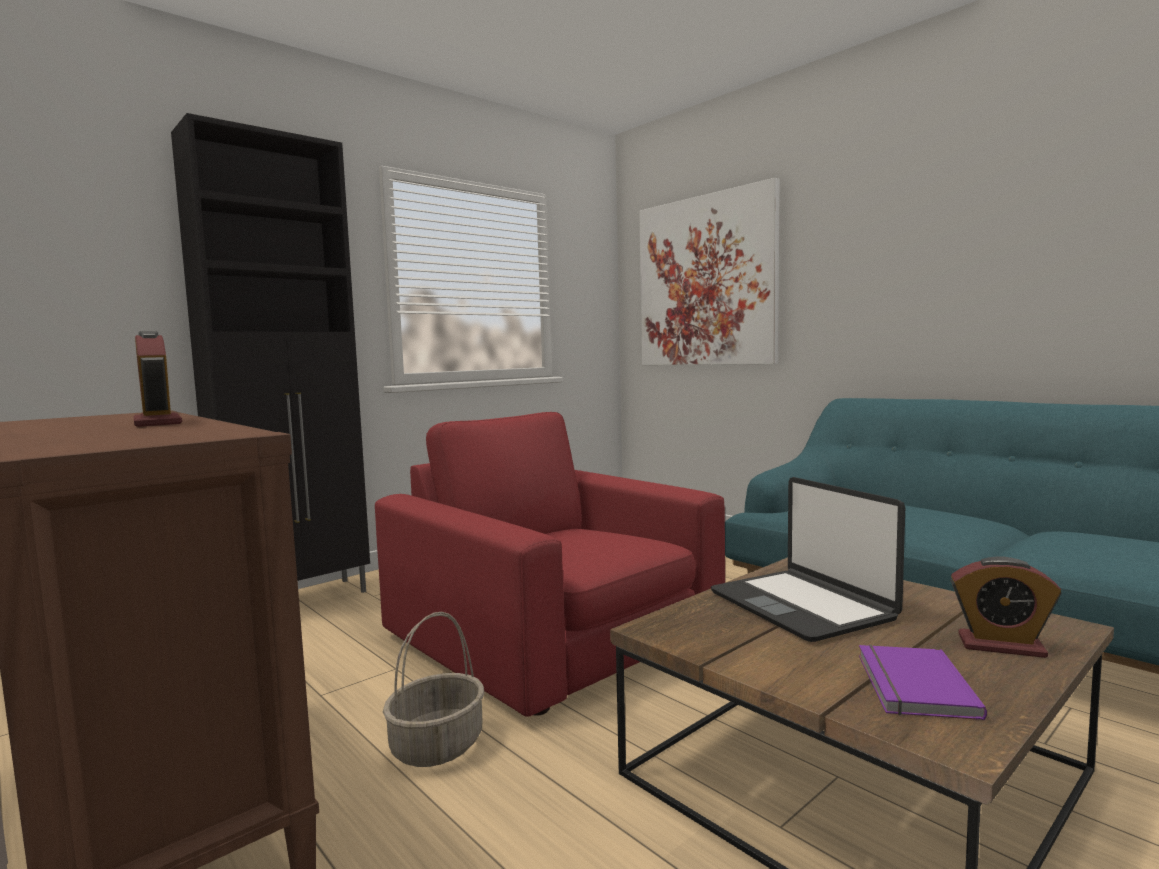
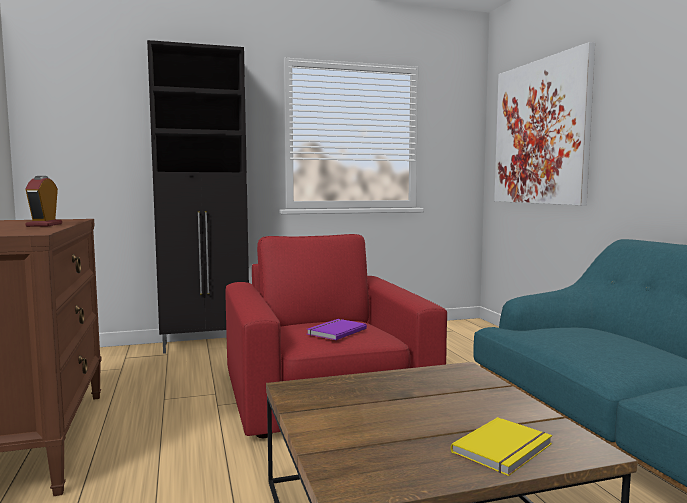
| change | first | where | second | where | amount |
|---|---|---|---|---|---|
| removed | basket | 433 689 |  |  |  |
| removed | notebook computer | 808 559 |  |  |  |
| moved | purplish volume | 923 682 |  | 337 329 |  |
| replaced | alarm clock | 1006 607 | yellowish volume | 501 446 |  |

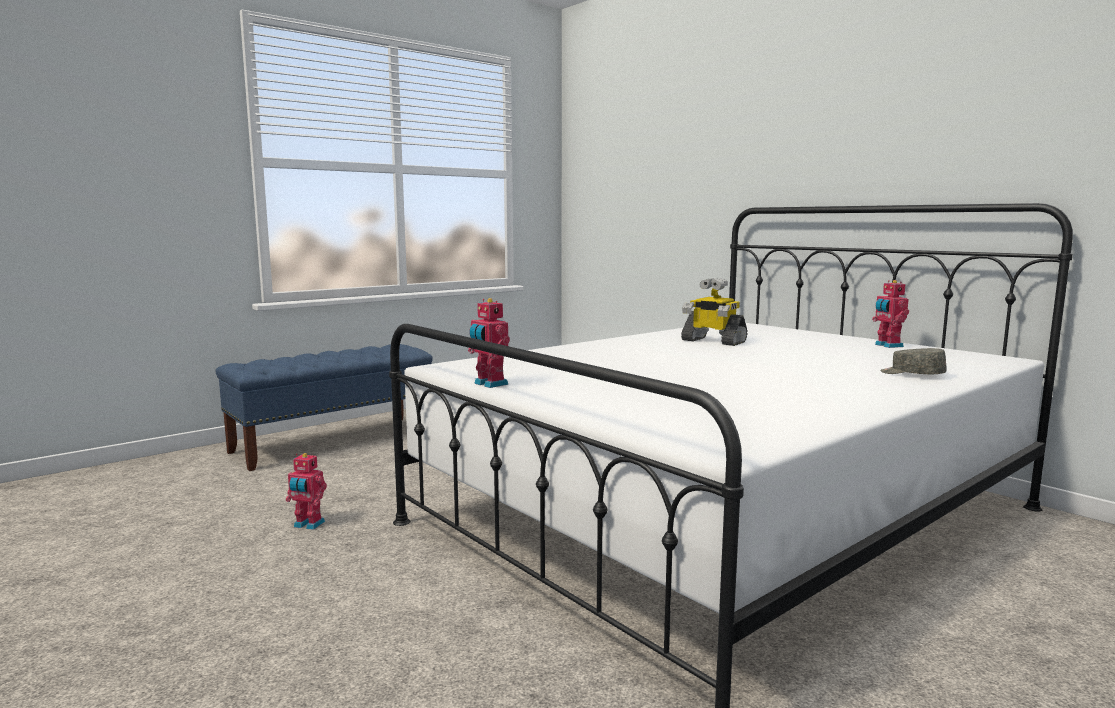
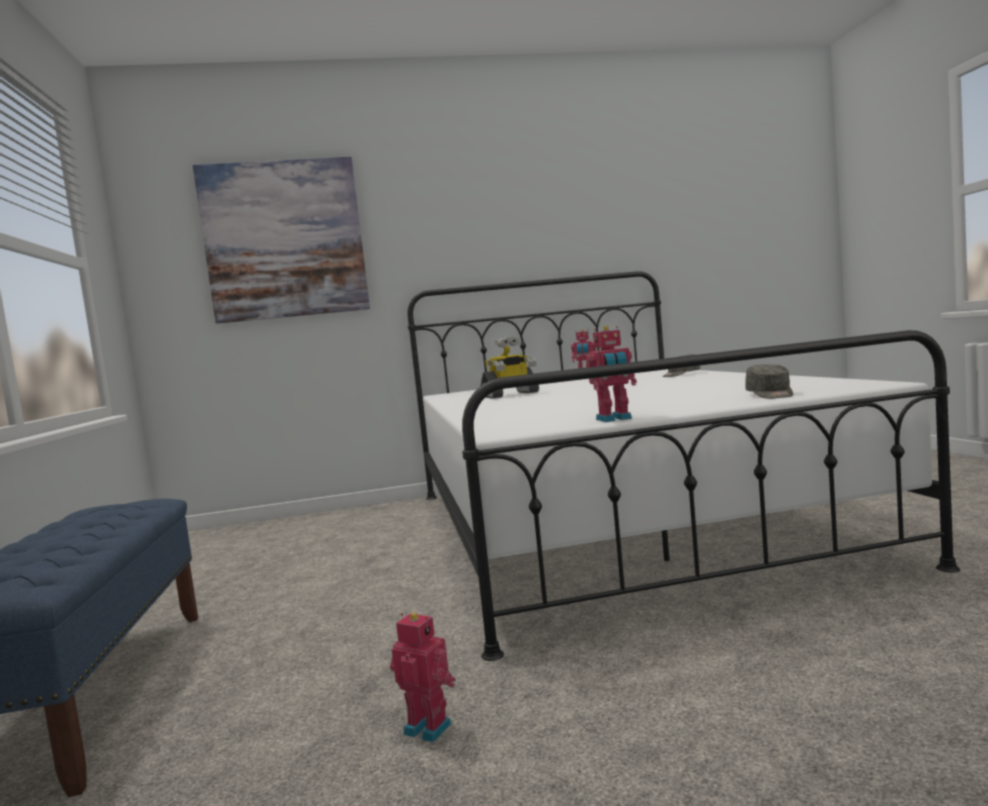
| change | first | where | second | where | amount |
|---|---|---|---|---|---|
| turned | model robot | 306 491 |  | 423 677 | 105 degrees counterclockwise |
| added |  |  | picture | 281 240 |  |
| added |  |  | grey baseball cap | 769 381 |  |

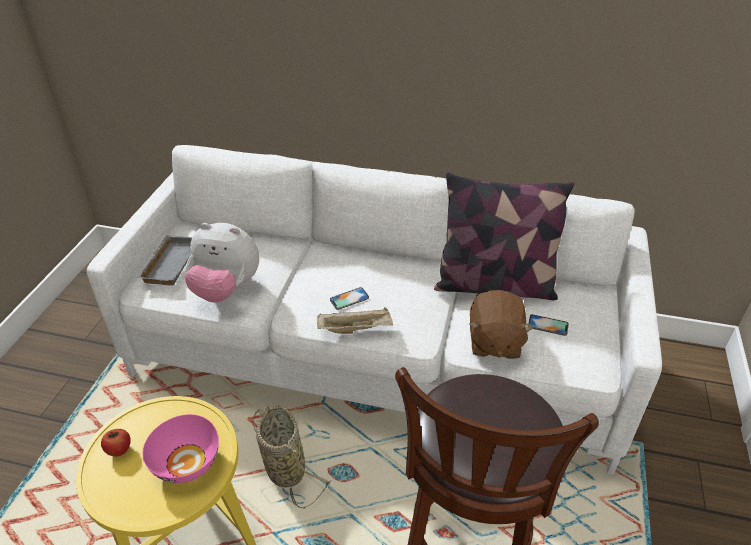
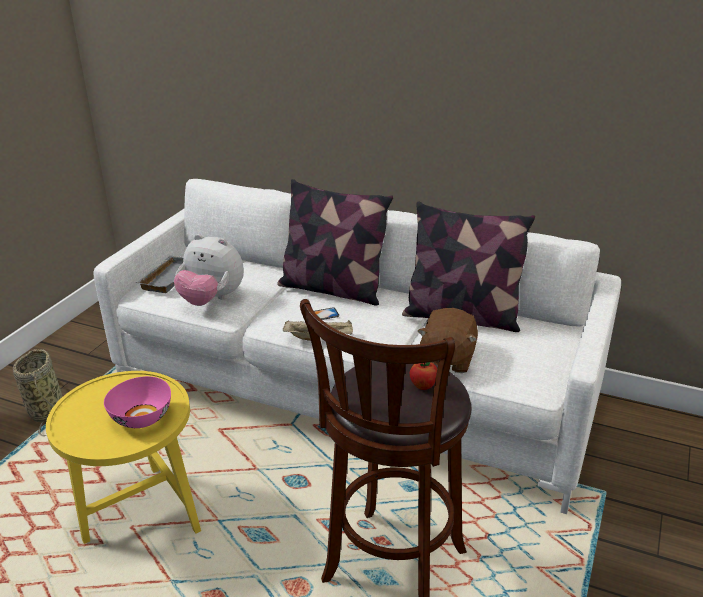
| change | first | where | second | where | amount |
|---|---|---|---|---|---|
| moved | apple fruit | 116 443 |  | 423 376 |  |
| moved | basket | 291 457 |  | 38 392 |  |
| removed | phone | 548 325 |  |  |  |
| added |  |  | pillow | 335 242 |  |

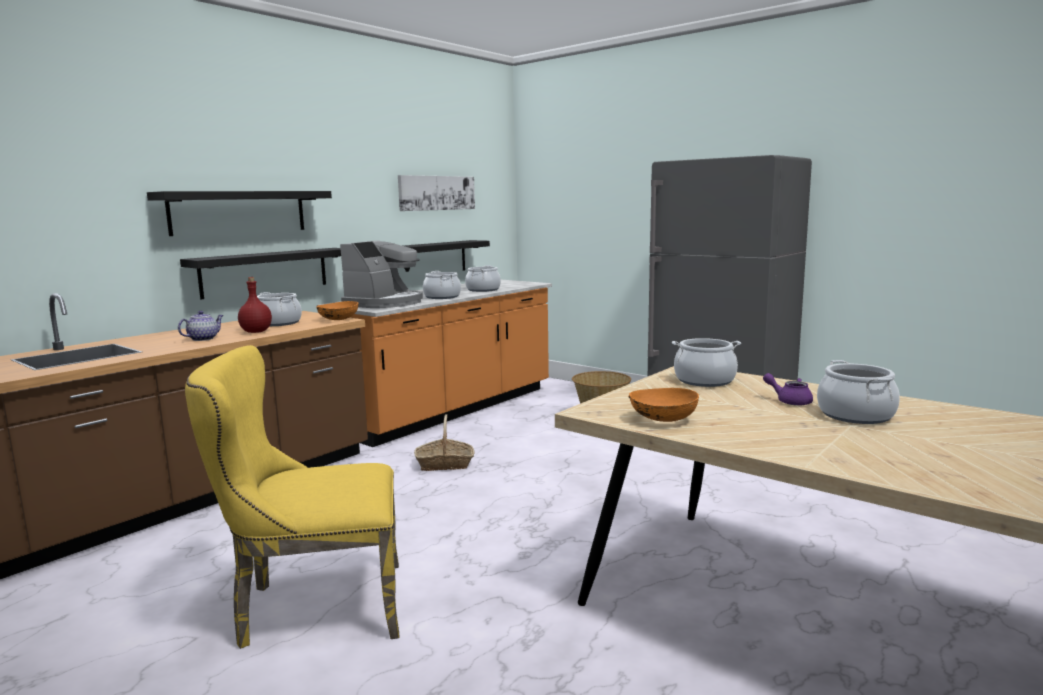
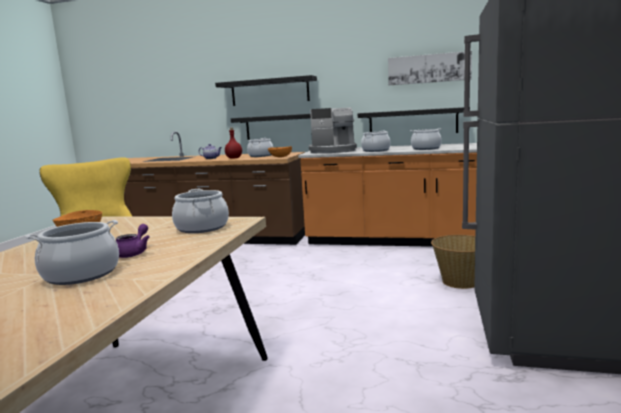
| change | first | where | second | where | amount |
|---|---|---|---|---|---|
| removed | basket | 444 442 |  |  |  |

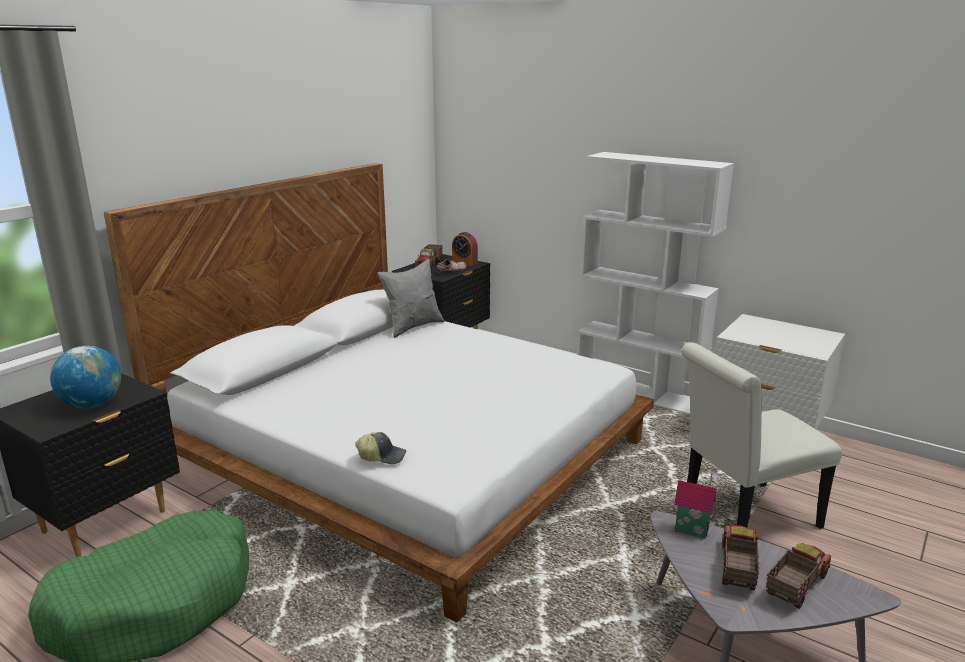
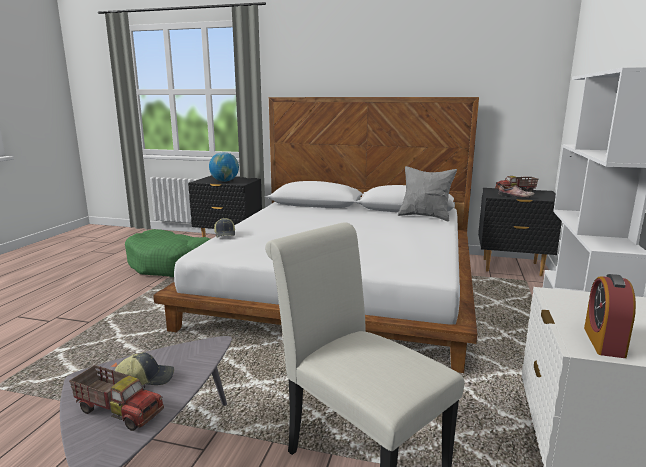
| change | first | where | second | where | amount |
|---|---|---|---|---|---|
| moved | alarm clock | 465 249 |  | 610 316 |  |
| removed | miniature house | 697 503 |  |  |  |
| replaced | toy lorry | 740 557 | baseball cap | 144 368 |  |

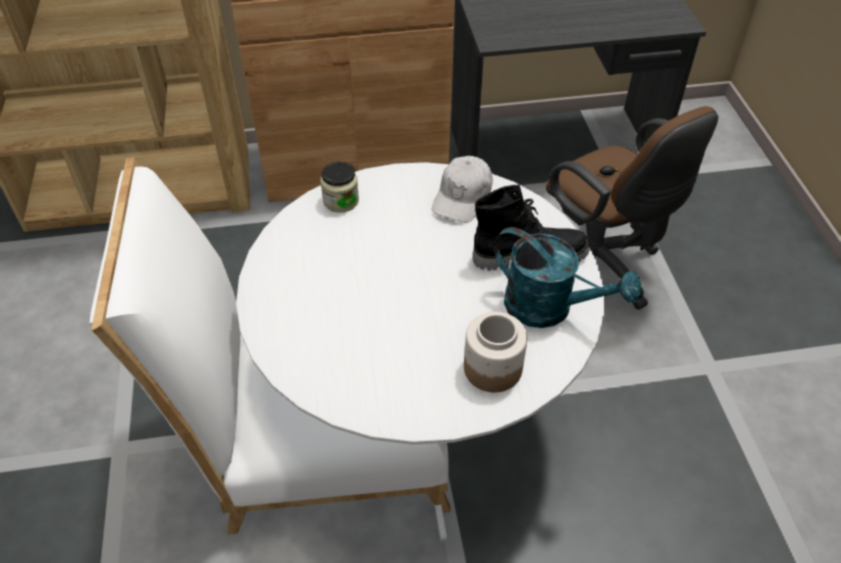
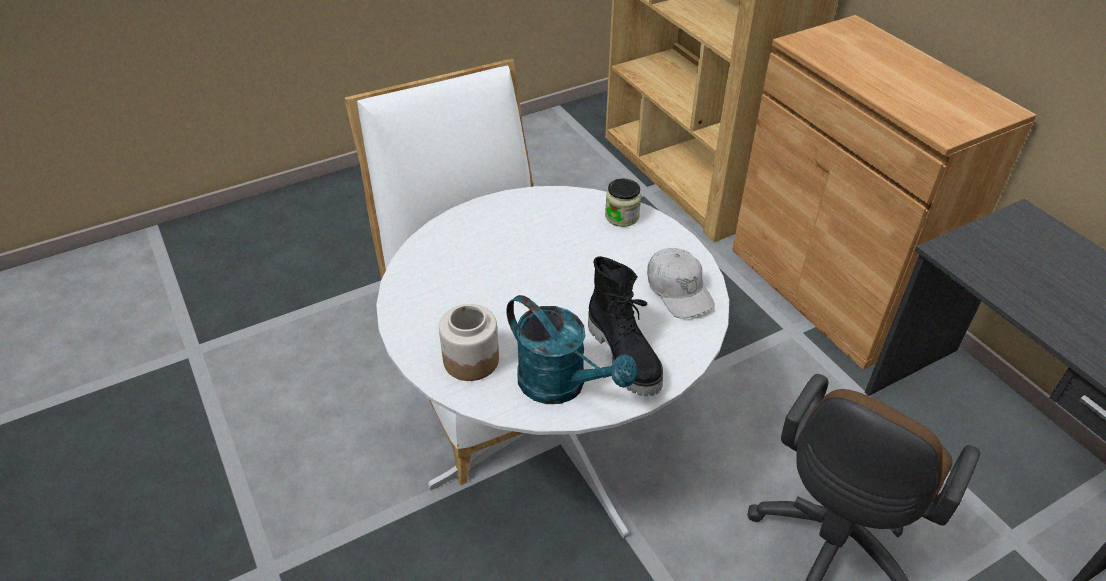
| change | first | where | second | where | amount |
|---|---|---|---|---|---|
| turned | white-coloured baseball cap | 462 189 |  | 681 283 | 120 degrees counterclockwise |
| turned | turquoise sprinkling can | 567 277 |  | 571 349 | 60 degrees counterclockwise |

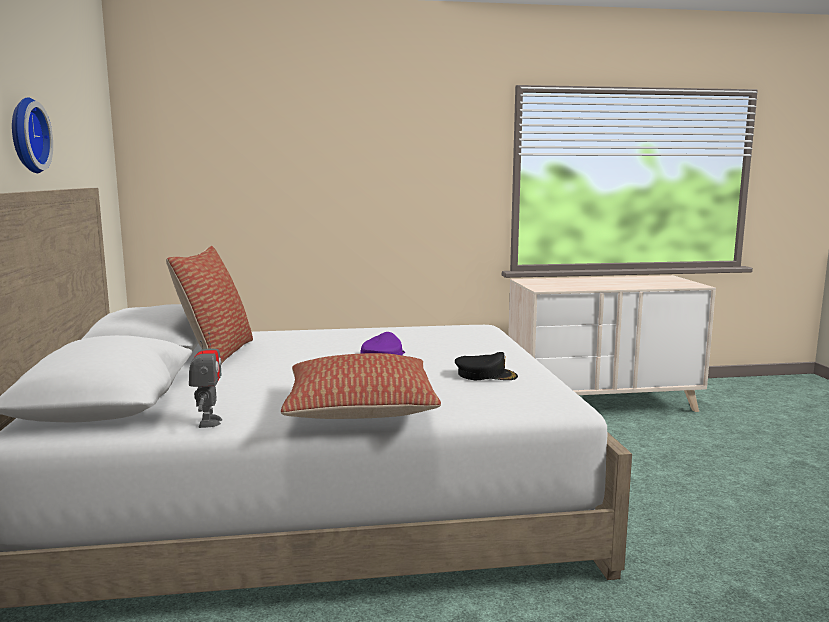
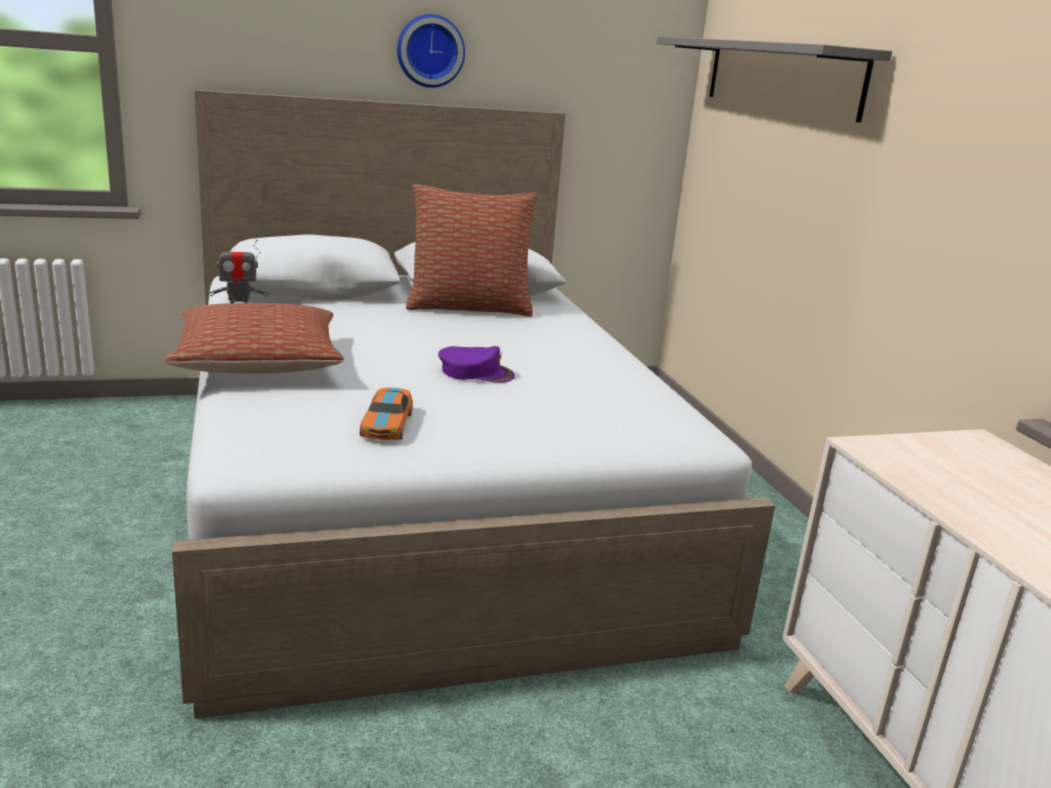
| change | first | where | second | where | amount |
|---|---|---|---|---|---|
| replaced | black-coloured baseball cap | 486 366 | miniature car | 386 413 |  |
| added |  |  | grey bracket shelf | 774 79 |  |

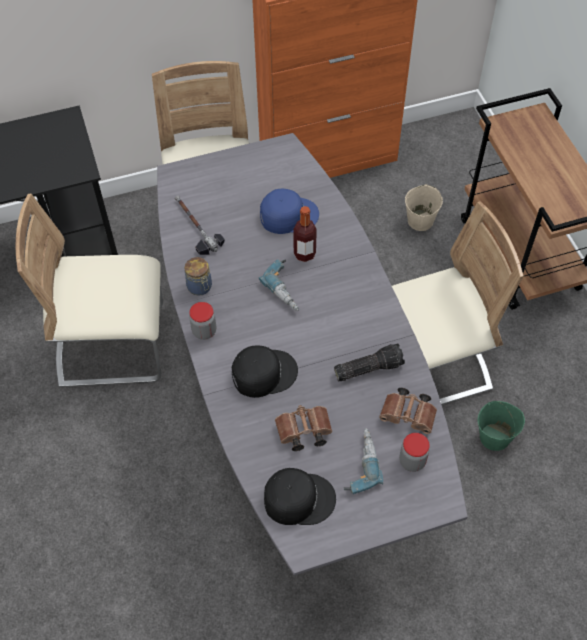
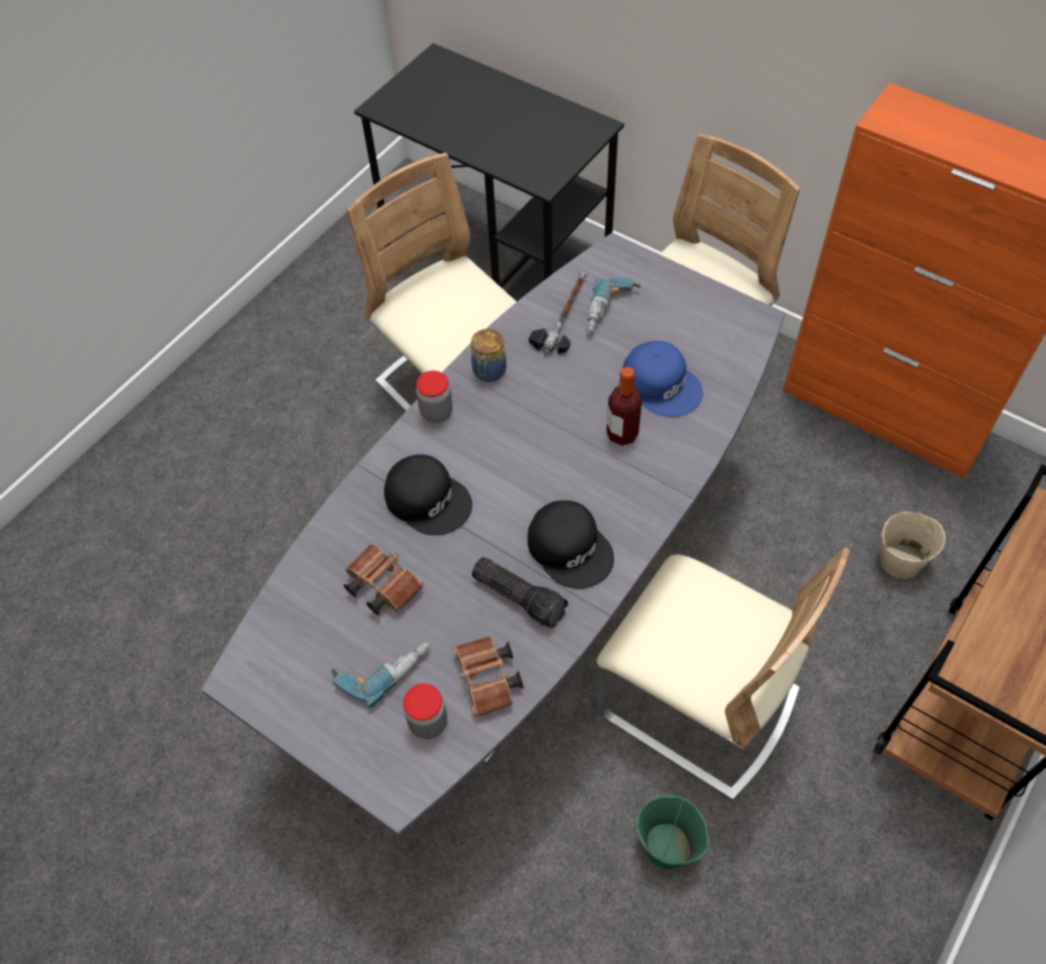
| change | first | where | second | where | amount |
|---|---|---|---|---|---|
| moved | power drill | 279 285 |  | 614 306 |  |
| moved | black-coloured baseball cap | 300 496 |  | 570 544 |  |

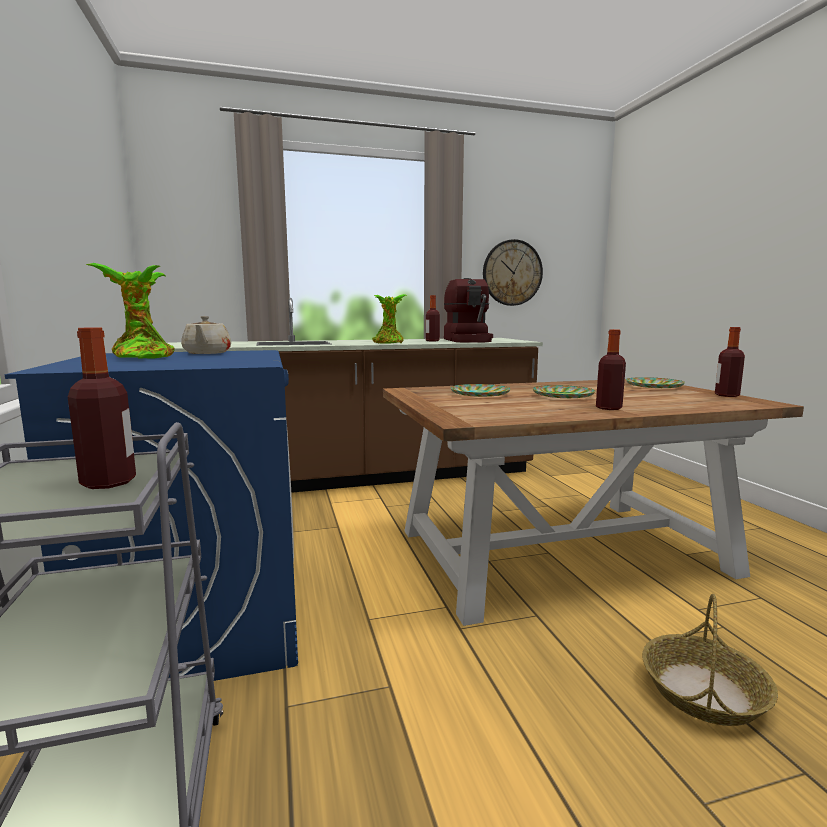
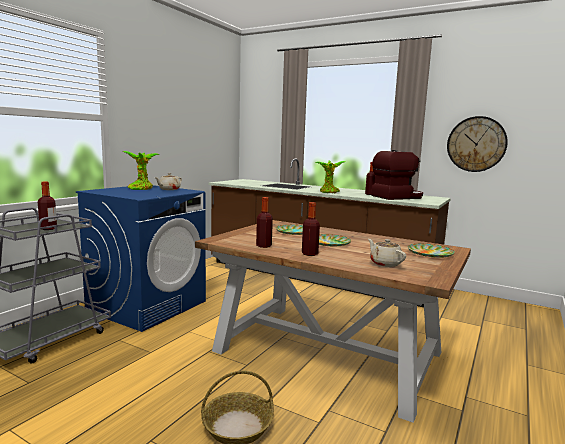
| change | first | where | second | where | amount |
|---|---|---|---|---|---|
| turned | coffee maker | 468 310 |  | 397 175 | 150 degrees counterclockwise |
| moved | bottle | 730 362 |  | 264 222 |  |
| added |  |  | sand-coloured tea pot | 387 253 |  |

